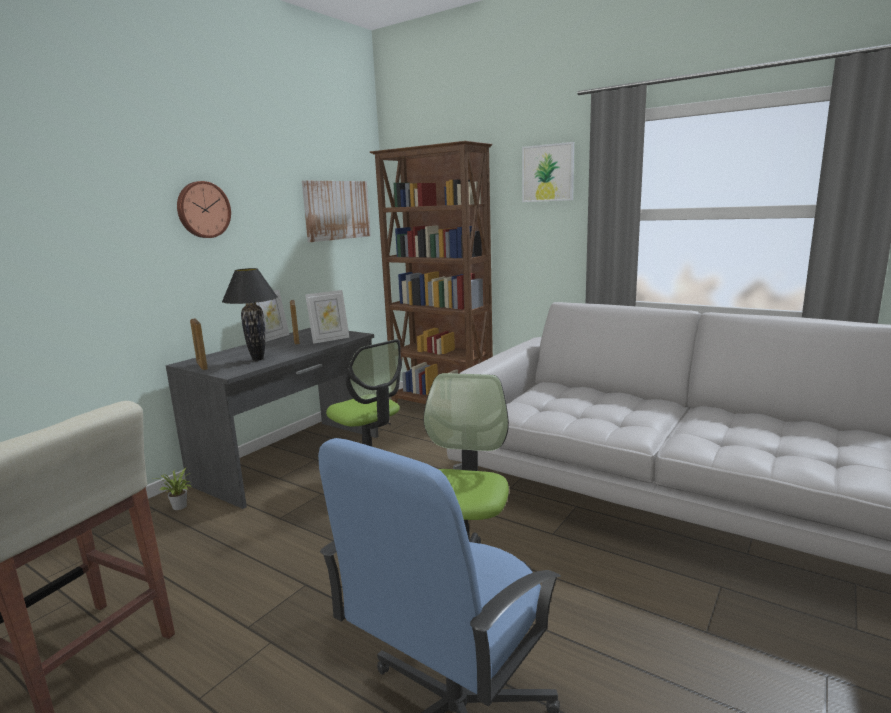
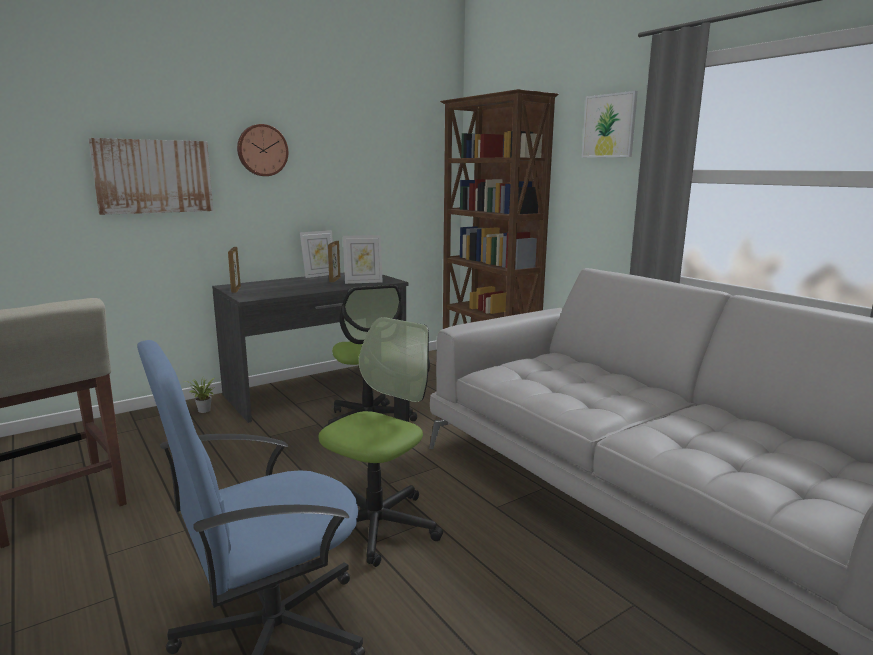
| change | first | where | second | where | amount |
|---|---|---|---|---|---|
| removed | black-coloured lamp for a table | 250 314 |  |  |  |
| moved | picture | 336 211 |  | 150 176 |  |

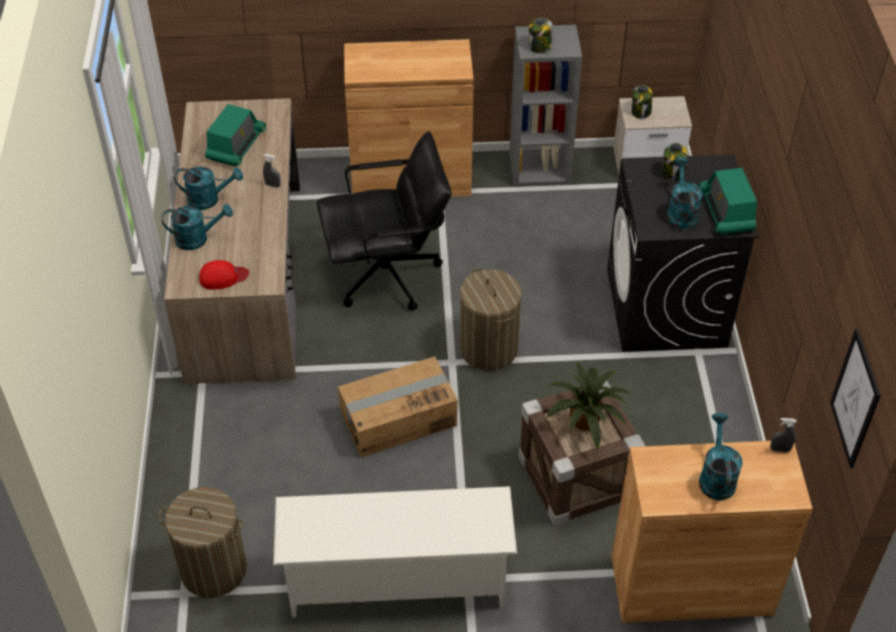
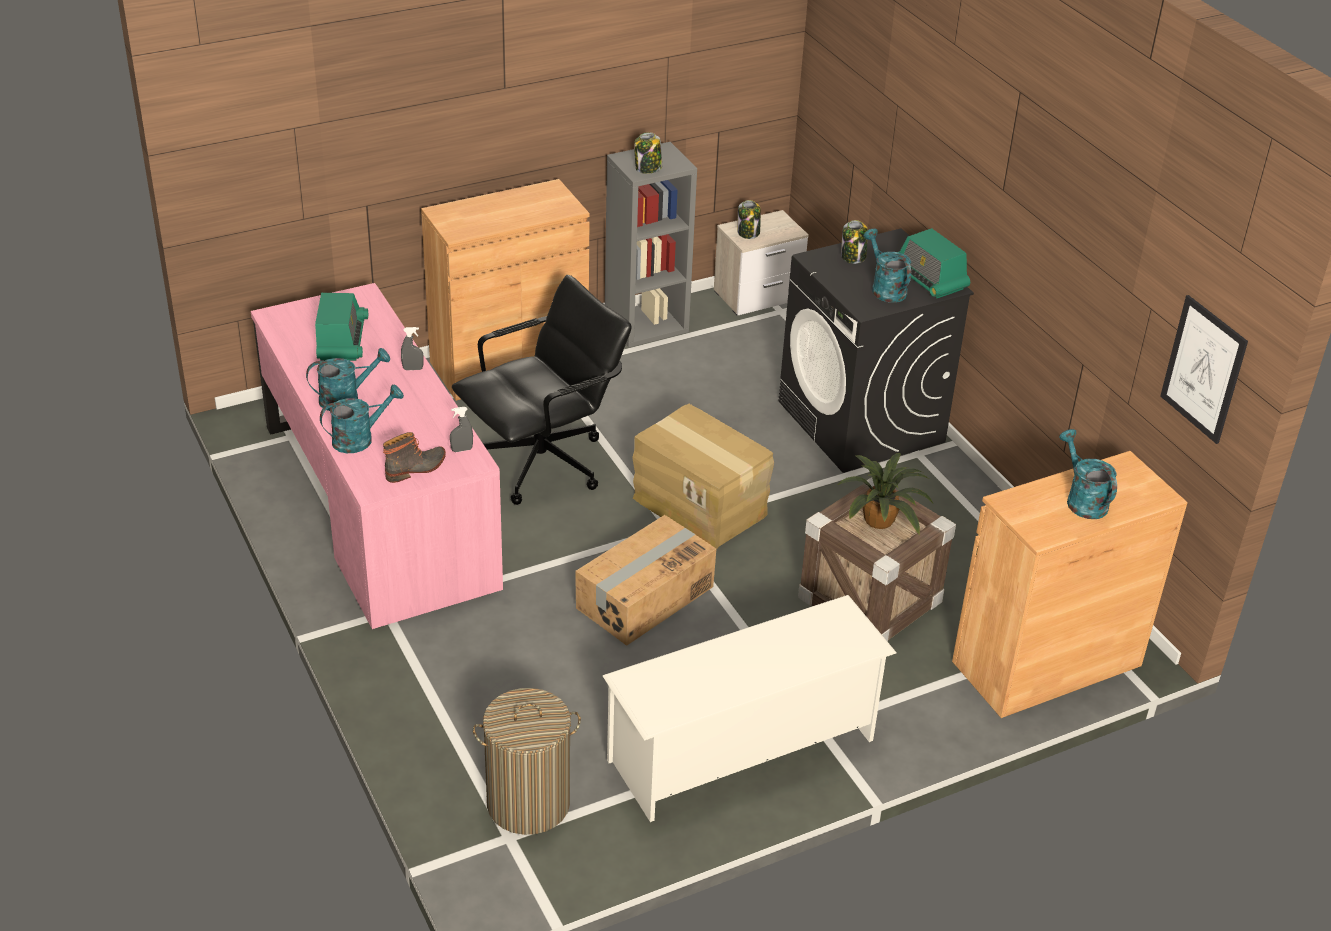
| change | first | where | second | where | amount |
|---|---|---|---|---|---|
| recoloured | brownish desk unit | 232 241 | pink desk unit | 377 456 |  |
| replaced | red baseball cap | 224 275 | high-top boot | 414 457 |  |
| replaced | washing basket | 491 319 | packing box | 703 476 |  |
| moved | grey sprayer | 783 435 |  | 461 429 |  |

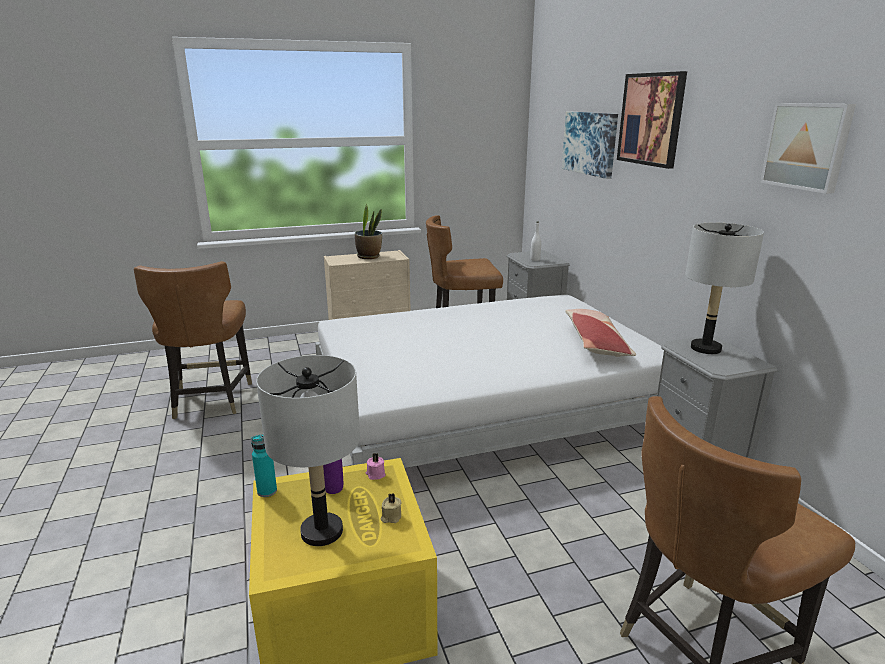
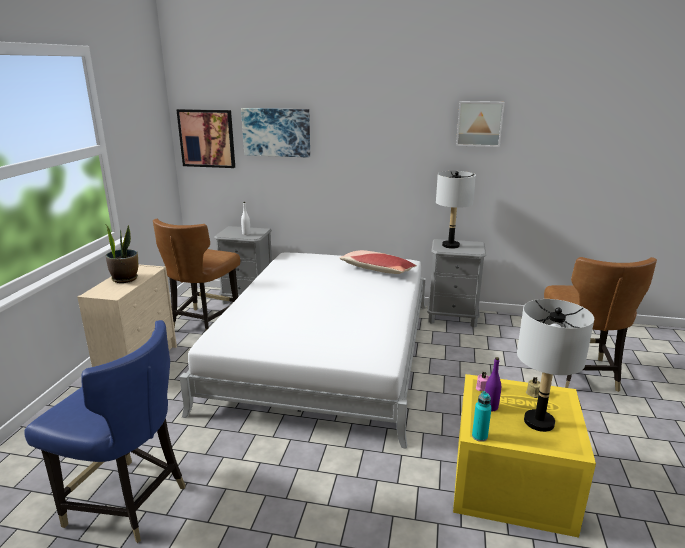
| change | first | where | second | where | amount |
|---|---|---|---|---|---|
| recoloured | brownish plain chair | 193 340 | bluish plain chair | 105 431 |  |
| moved | picture | 652 120 |  | 206 138 |  |

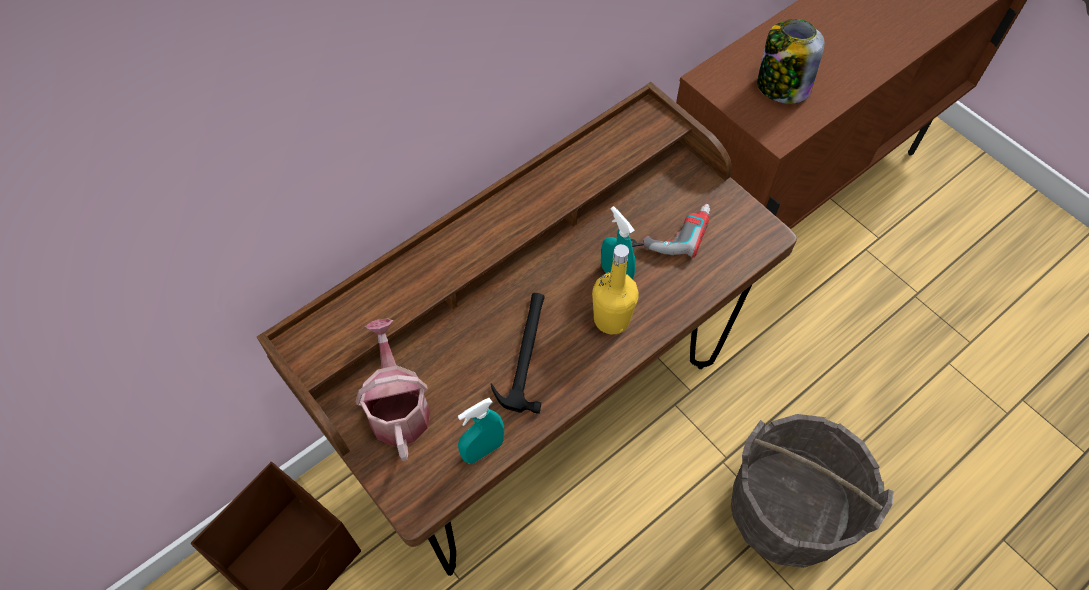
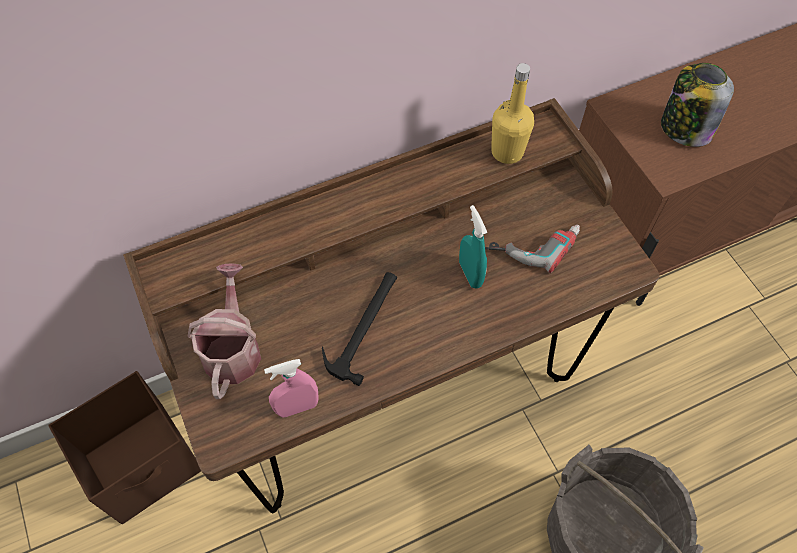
| change | first | where | second | where | amount |
|---|---|---|---|---|---|
| recoloured | turquoise sprayer | 481 431 | pink sprayer | 291 388 |  |
| moved | yellowish bottle | 615 289 |  | 512 113 |  |

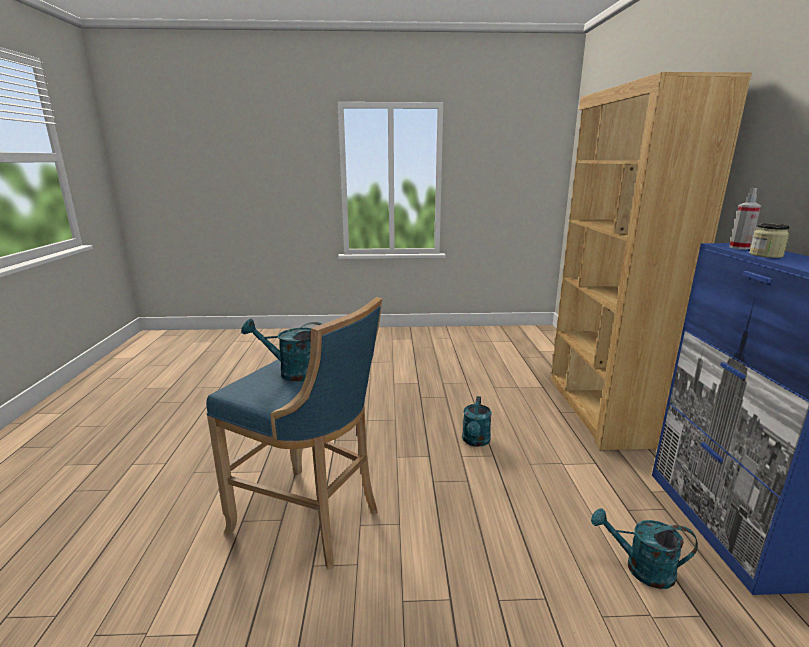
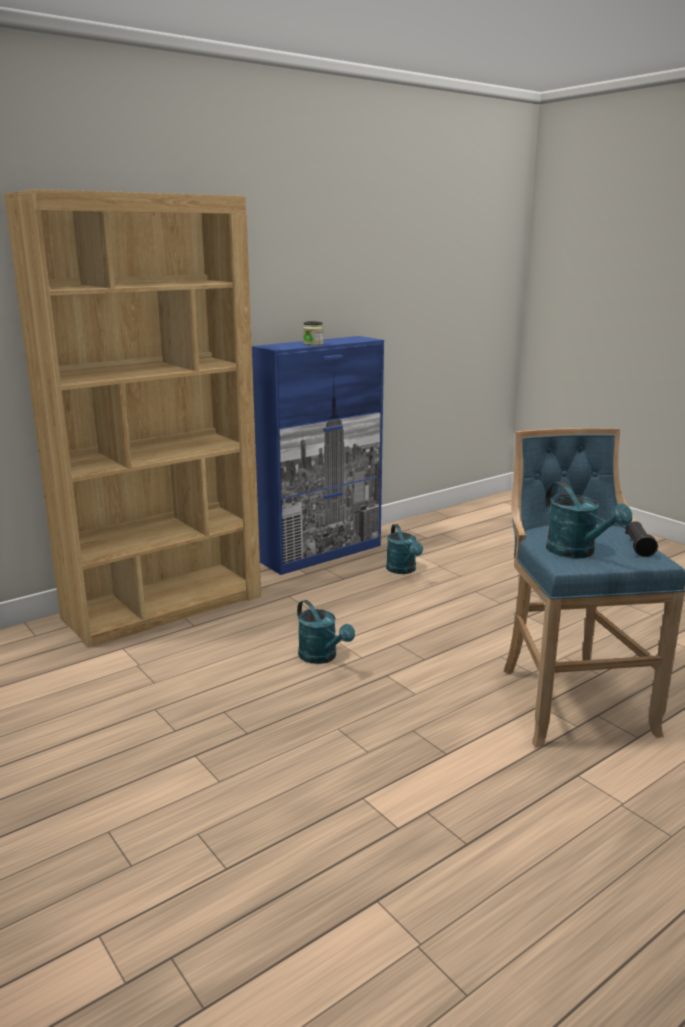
| change | first | where | second | where | amount |
|---|---|---|---|---|---|
| turned | turquoise sprinkling can | 477 421 |  | 326 632 | 75 degrees clockwise |
| removed | sprayer | 745 218 |  |  |  |
| added |  |  | black-coloured hand torch | 641 539 |  |

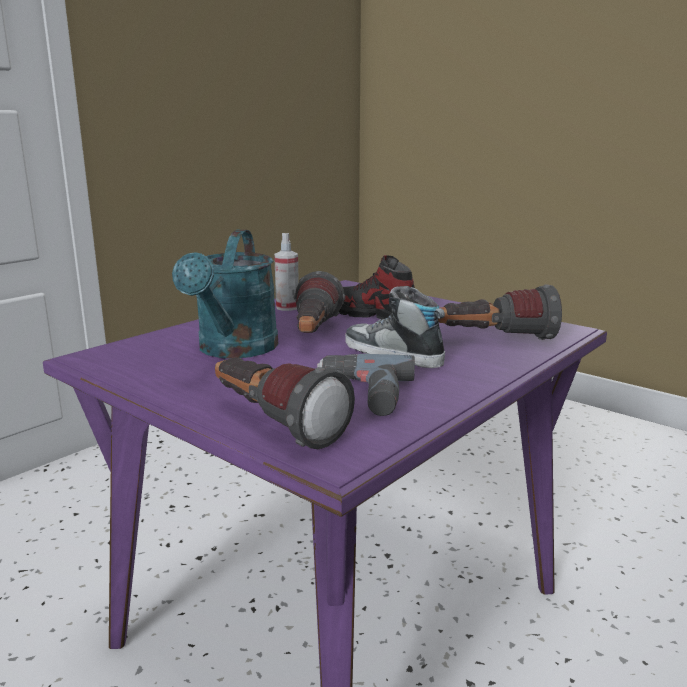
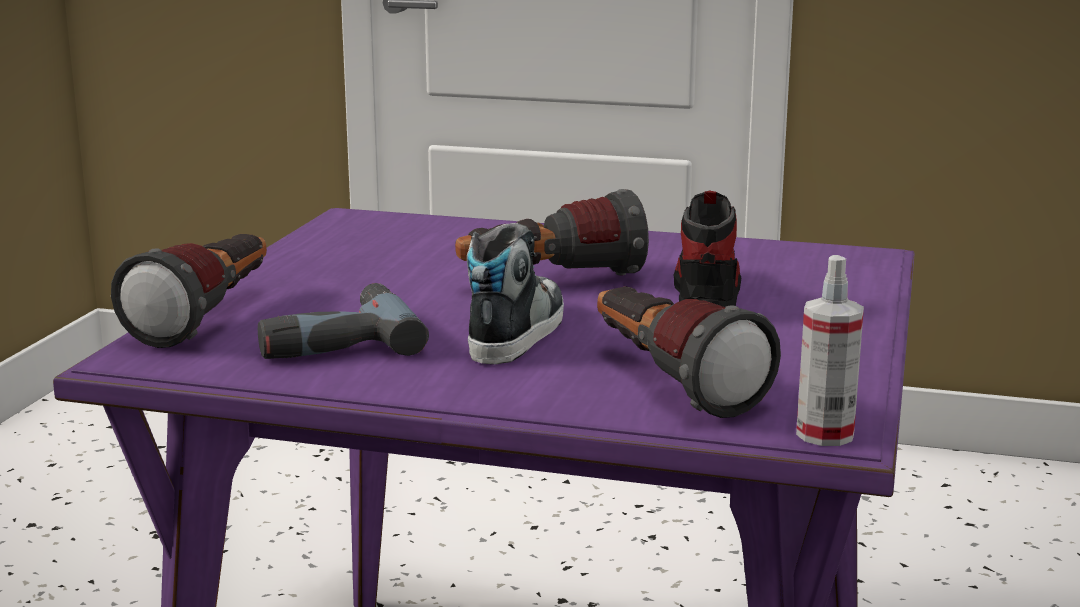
| change | first | where | second | where | amount |
|---|---|---|---|---|---|
| removed | turquoise sprinkling can | 225 294 |  |  |  |
| moved | sprayer | 286 272 |  | 830 350 |  |

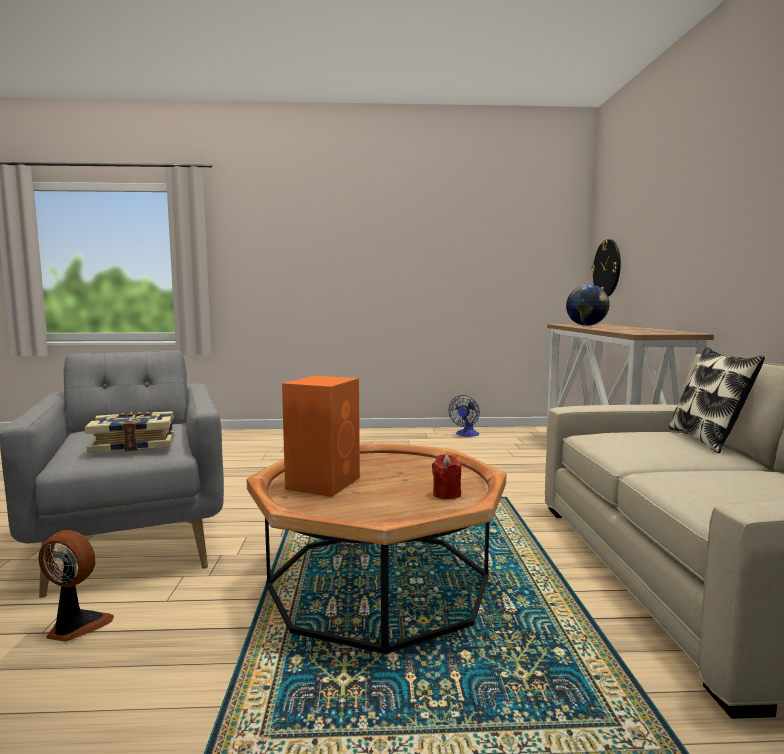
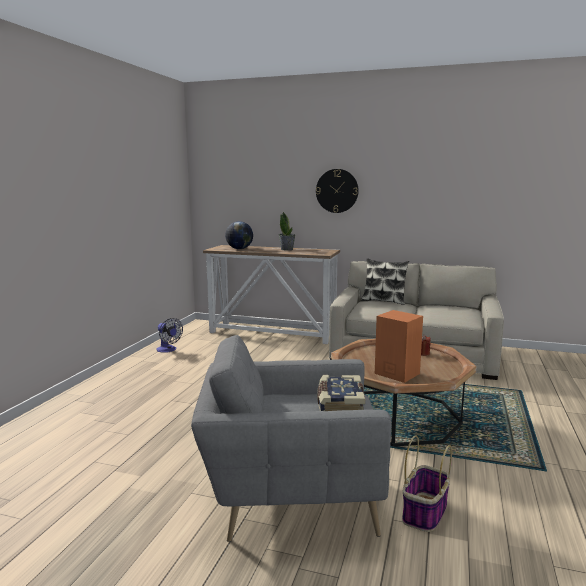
| change | first | where | second | where | amount |
|---|---|---|---|---|---|
| replaced | fan | 76 586 | basket | 427 483 |  |
| moved | clock on the wall | 606 268 |  | 337 191 |  |
| added |  |  | houseplant | 287 231 |  |

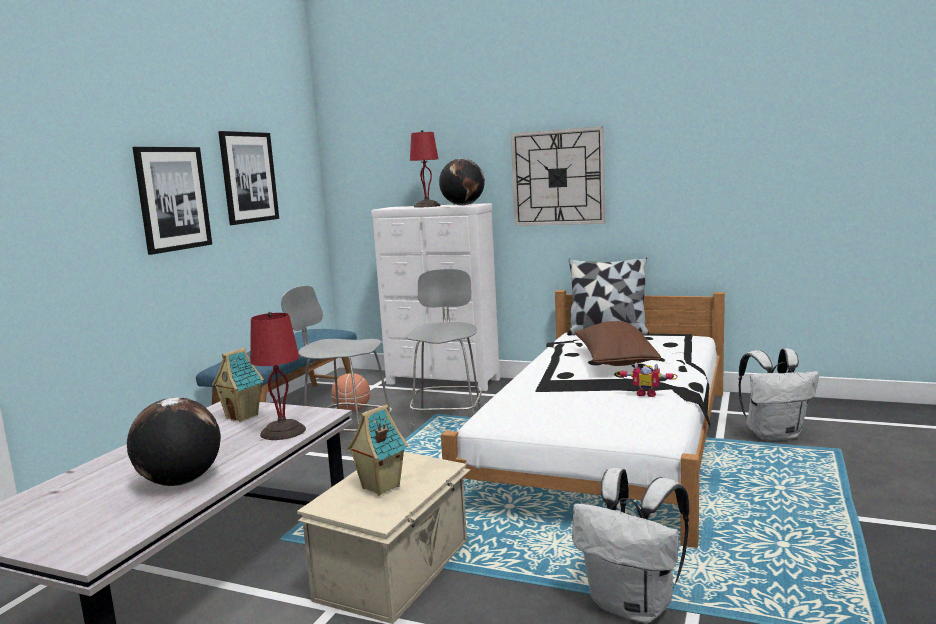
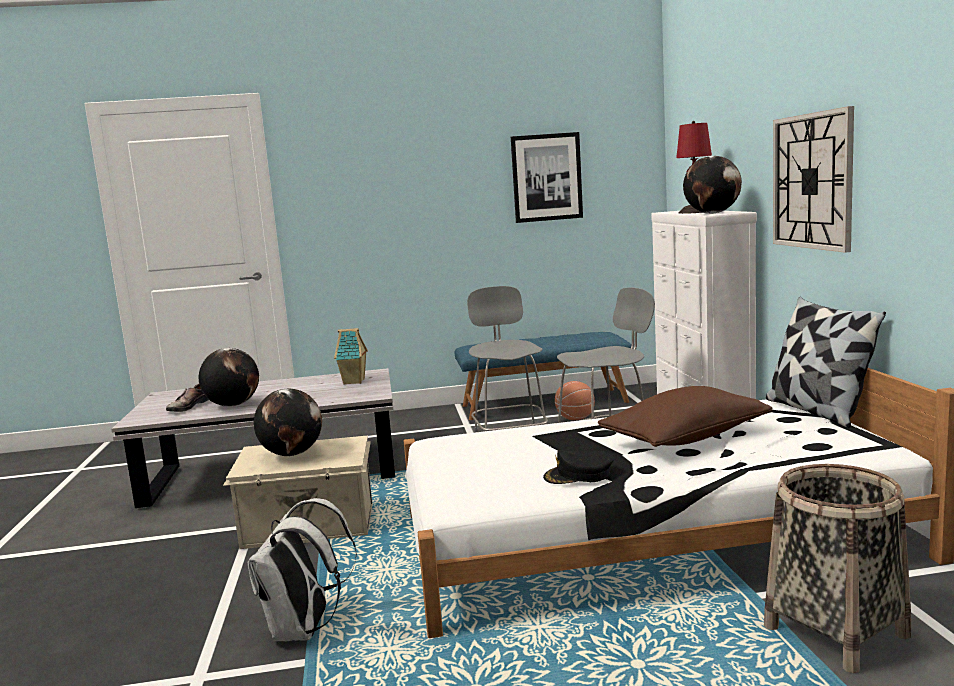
| change | first | where | second | where | amount |
|---|---|---|---|---|---|
| removed | picture | 172 201 |  |  |  |
| removed | red lamp for a table | 278 376 |  |  |  |
| replaced | miniature house | 377 450 | globe | 288 422 |  |
| replaced | model robot | 647 380 | black-coloured baseball cap | 578 467 |  |
| replaced | white-coloured knapsack | 778 394 | basket | 837 568 |  |
| added |  |  | item of footwear | 187 398 |  |

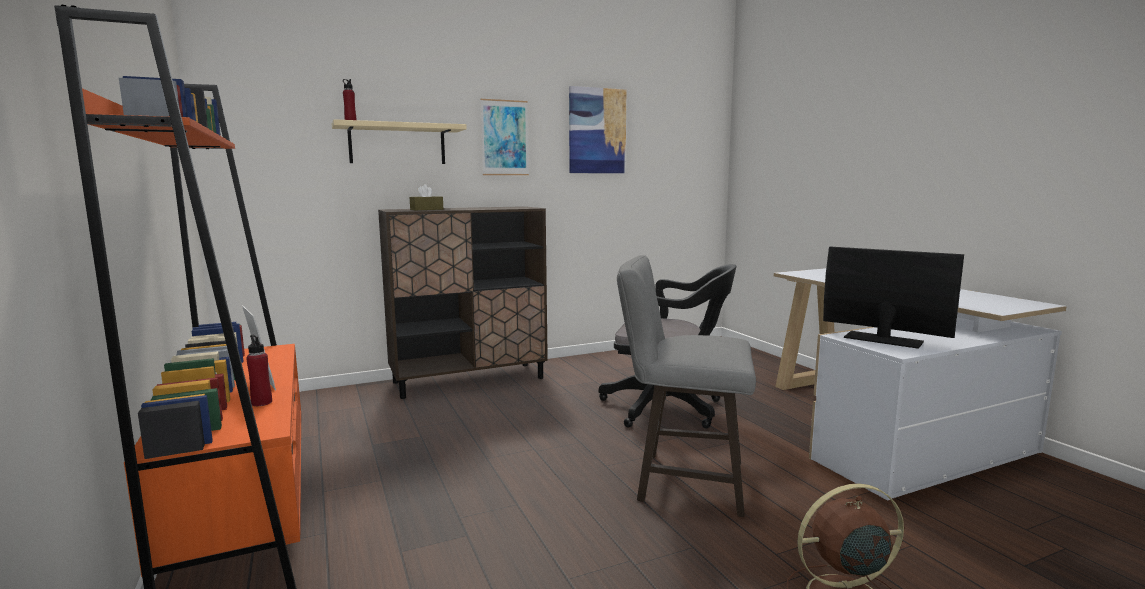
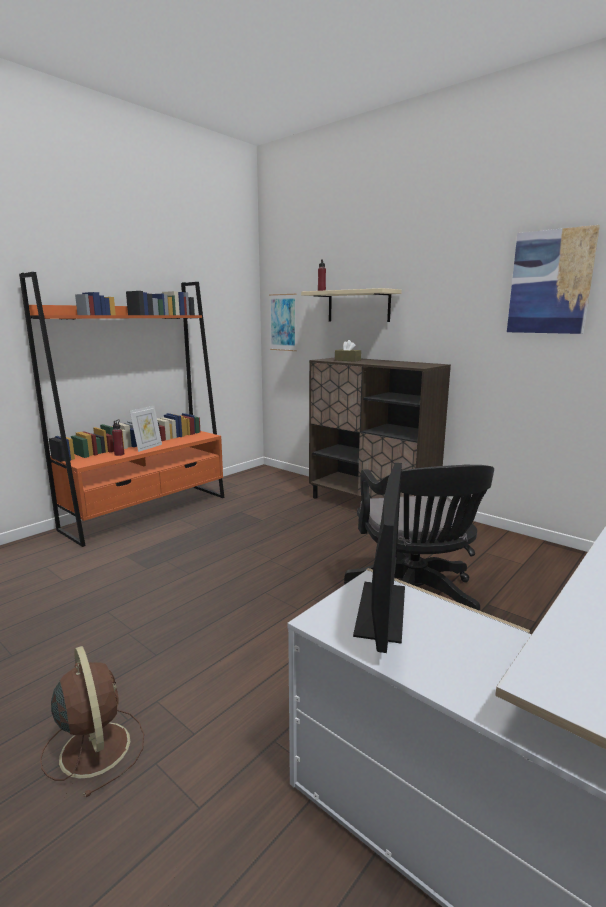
| change | first | where | second | where | amount |
|---|---|---|---|---|---|
| moved | picture | 504 137 |  | 283 322 |  |
| removed | grey stool seat | 686 386 |  |  |  |

